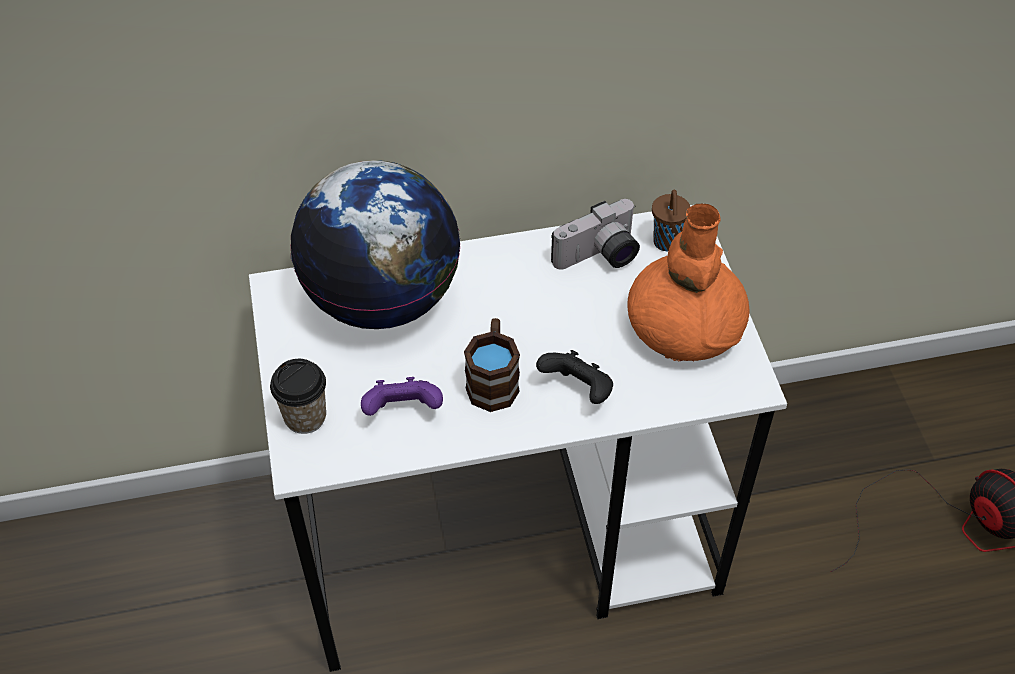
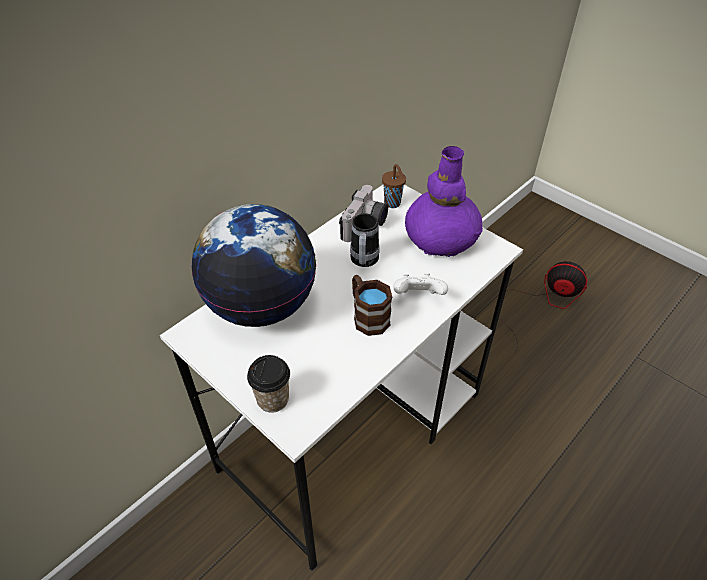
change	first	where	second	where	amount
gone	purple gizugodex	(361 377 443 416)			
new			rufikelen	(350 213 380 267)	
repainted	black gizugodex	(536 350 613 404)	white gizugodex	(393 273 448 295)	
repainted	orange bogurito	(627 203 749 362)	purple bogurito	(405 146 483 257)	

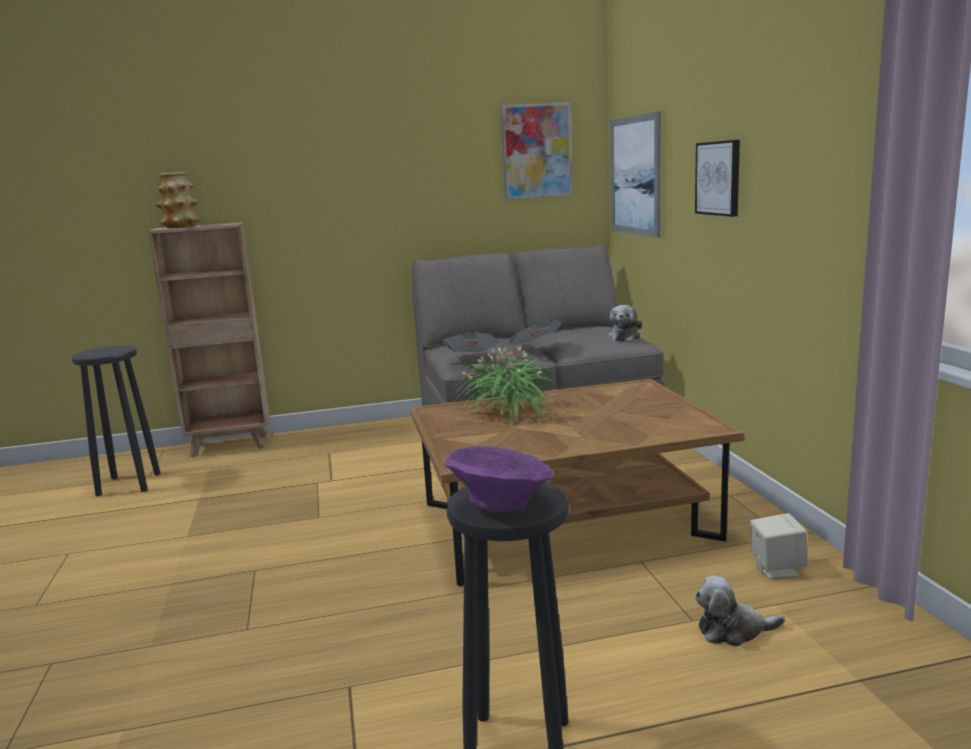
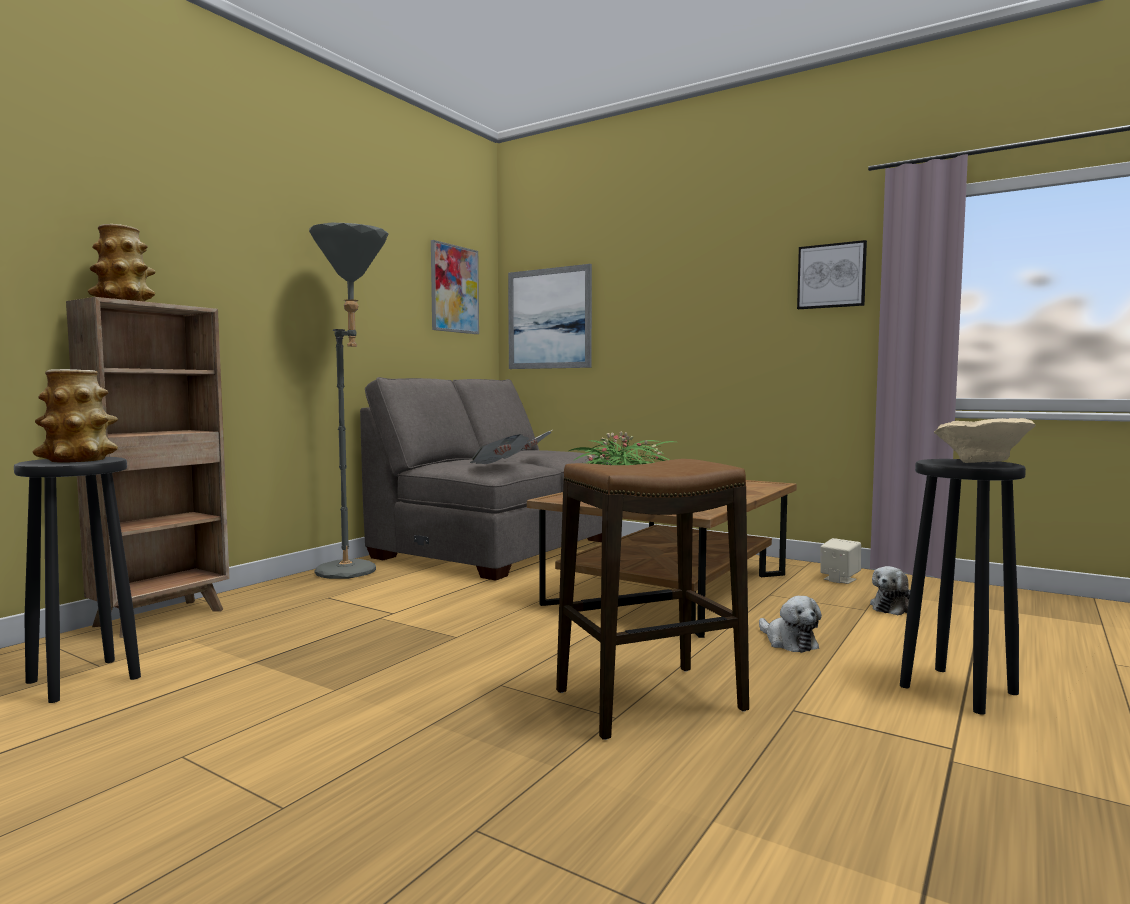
change	first	where	second	where	amount
new			bogurito	(33 369 118 463)	
new			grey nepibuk	(309 223 389 579)	
new			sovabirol	(556 459 749 740)	
shifted	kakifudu	(608 305 642 342)		(759 596 822 653)	
shifted	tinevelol	(695 140 740 217)		(797 240 867 309)	
repainted	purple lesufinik	(444 446 553 512)	beige lesufinik	(934 418 1036 463)	

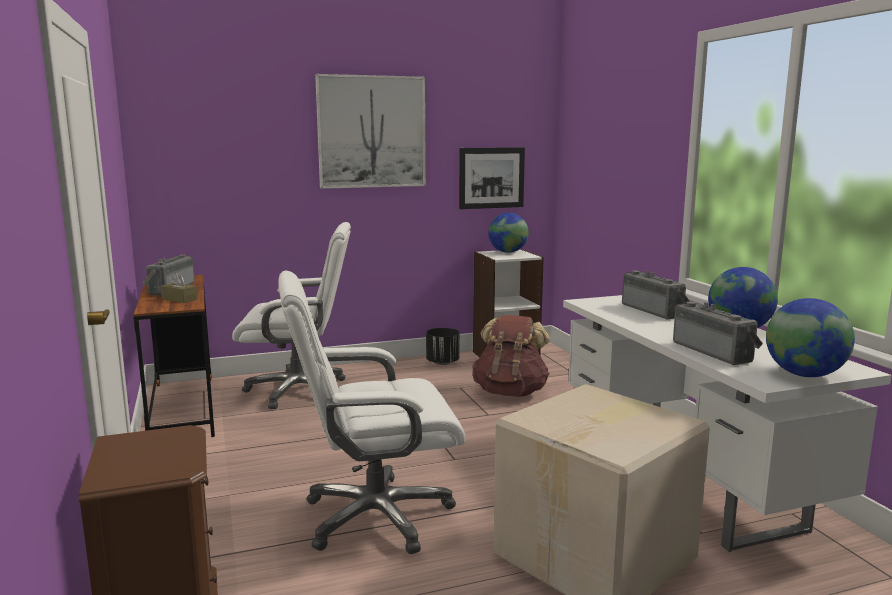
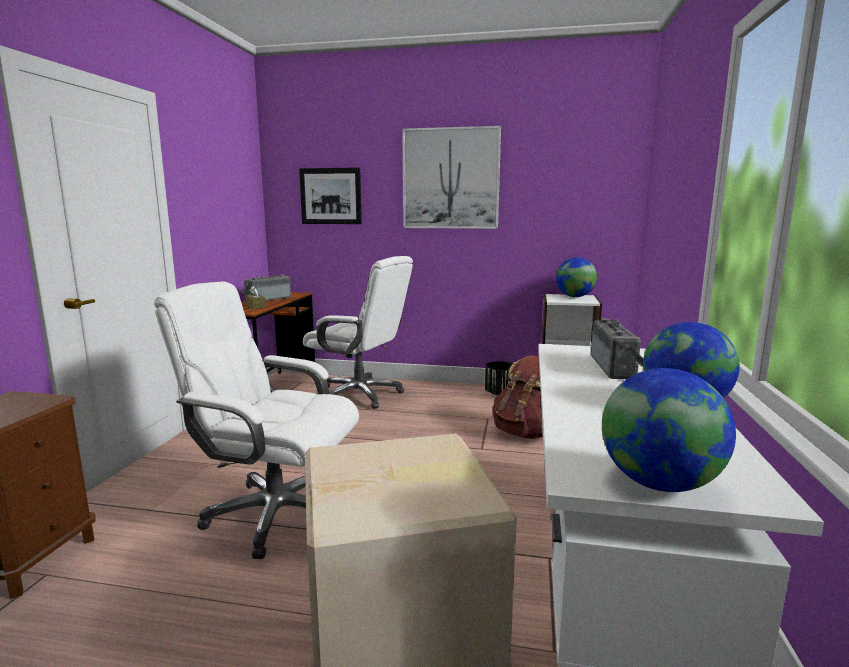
change	first	where	second	where	amount
gone	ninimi	(673 302 763 365)			
shifted	tinevelol	(459 147 525 209)		(299 167 362 224)	

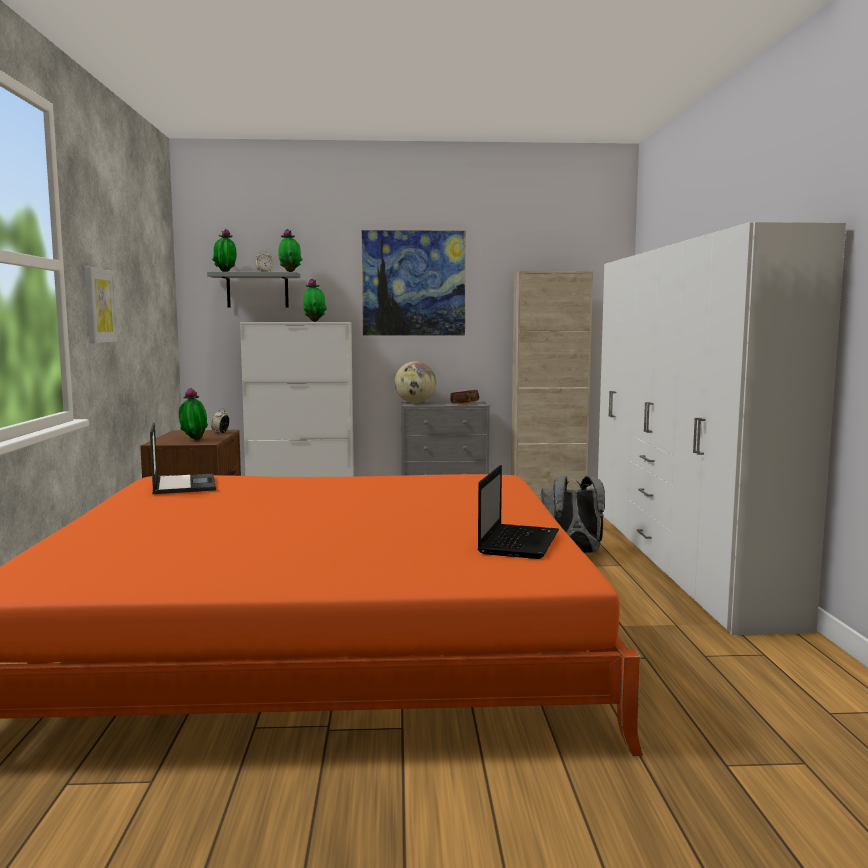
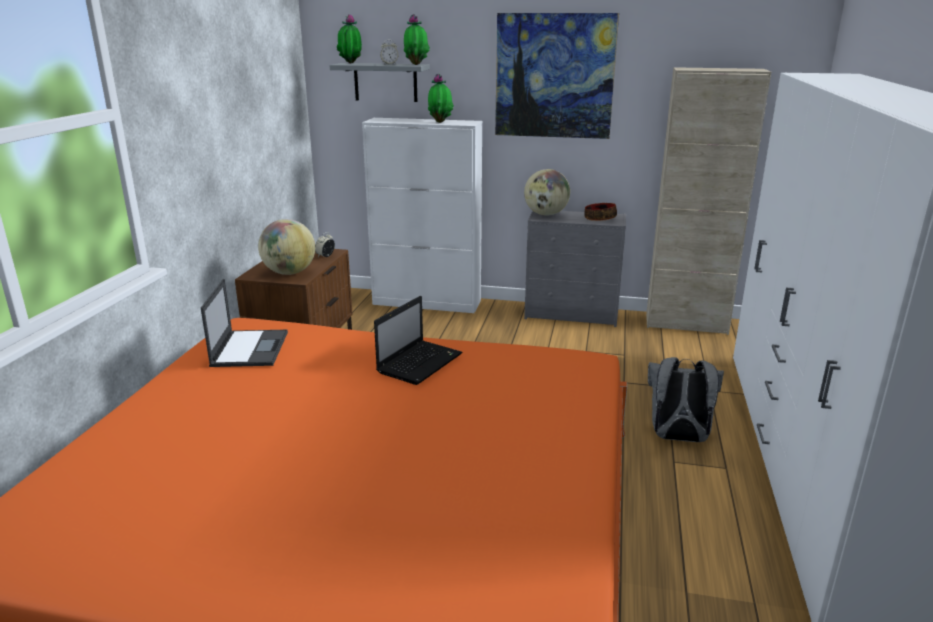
change	first	where	second	where	amount
gone	tinevelol	(85 267 118 343)			
shifted	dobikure	(478 465 559 559)		(374 296 462 385)	
swapped	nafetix	(179 388 208 440)	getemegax	(258 219 315 275)	

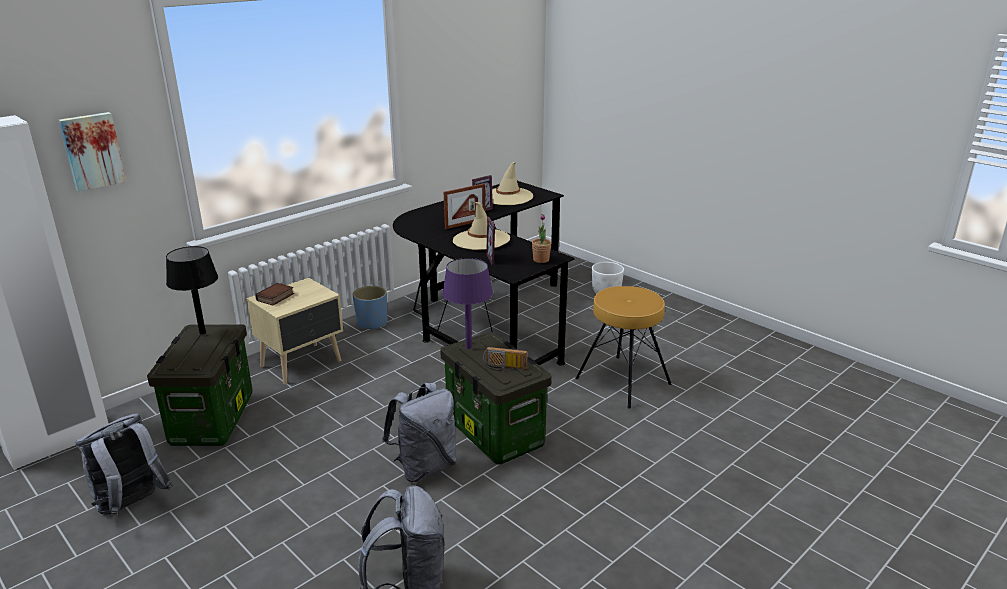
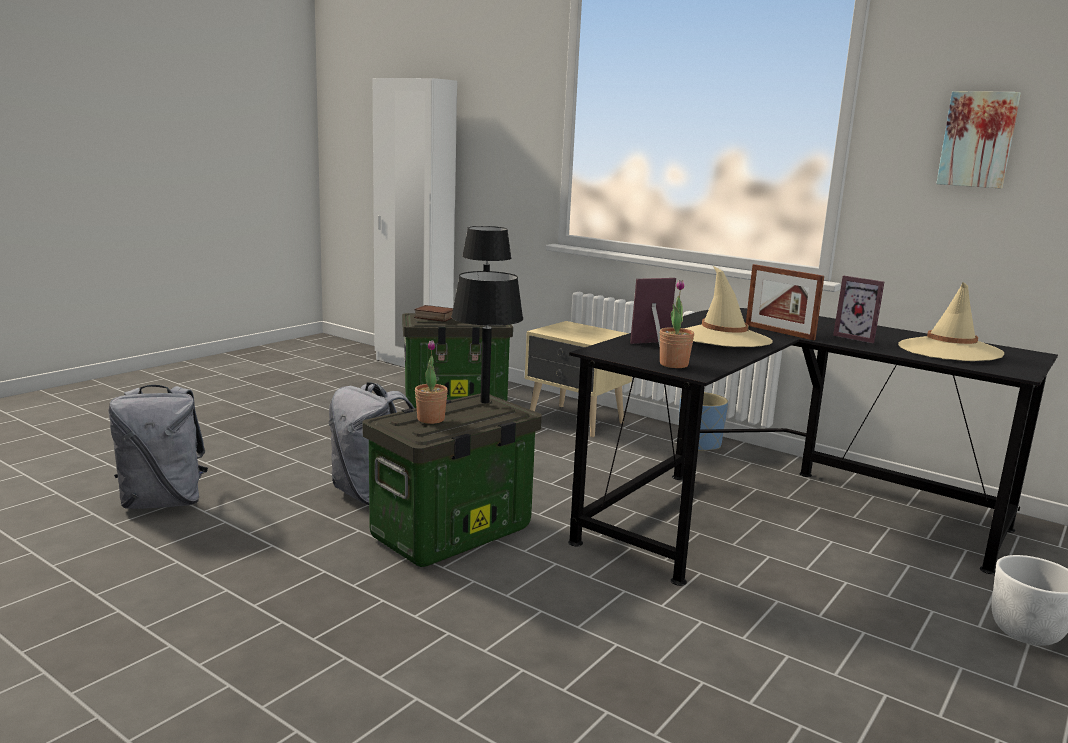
change	first	where	second	where	amount
gone	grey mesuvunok	(75 413 173 516)			
gone	brown sovabirol	(575 286 672 409)			
shifted	tinevelol	(59 112 127 192)		(936 91 1021 189)	
shifted	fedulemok	(256 283 294 305)		(414 305 453 322)	
swapped	ninimi	(483 347 528 371)	nafetix	(415 340 448 424)	
repainted	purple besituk	(442 258 493 349)	black besituk	(451 271 523 403)	

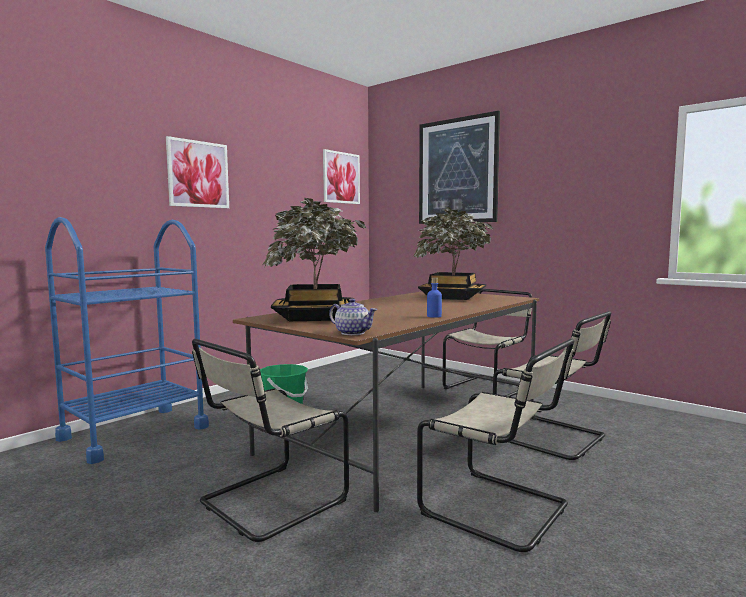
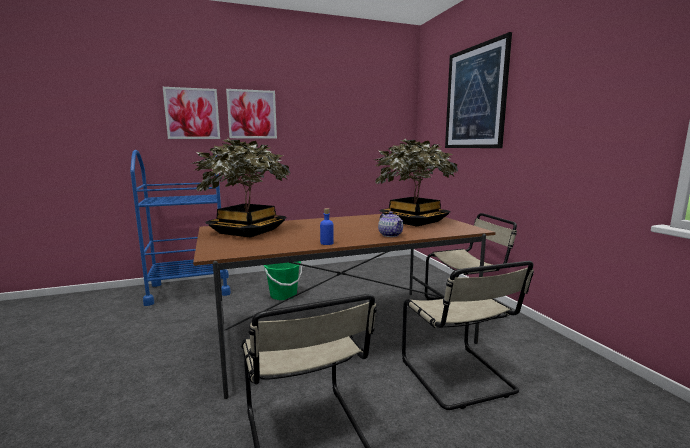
change	first	where	second	where	amount
gone	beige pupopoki	(192 339 349 542)			
shifted	tinevelol	(323 149 360 204)		(163 87 220 139)	
shifted	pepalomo	(329 298 377 335)		(378 211 403 237)	

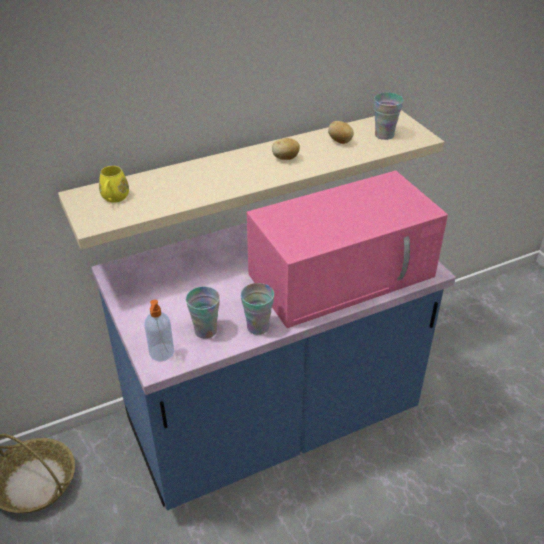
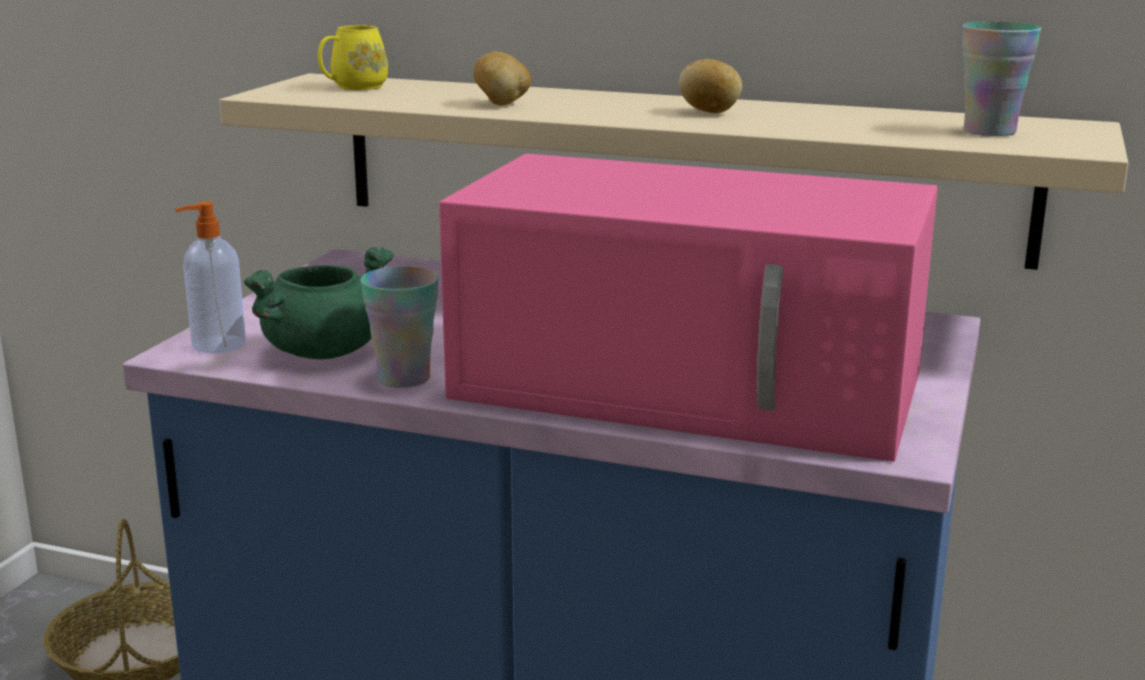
change	first	where	second	where	amount
shifted	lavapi	(328 121 354 144)		(473 51 531 105)	
swapped	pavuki	(186 287 220 339)	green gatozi	(244 247 394 359)	

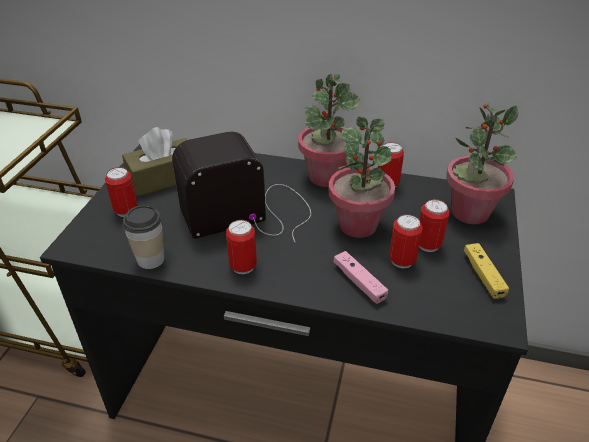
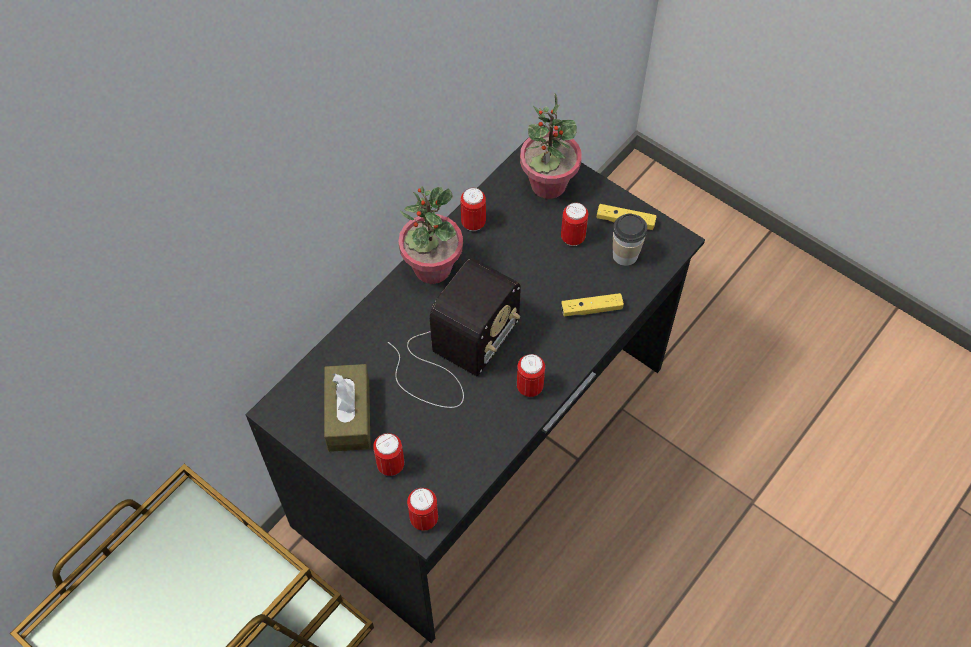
change	first	where	second	where	amount
gone	nafetix	(328 117 395 238)			
shifted	pavuki	(122 206 164 269)		(612 213 647 266)	
shifted	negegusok	(389 214 422 269)		(407 488 438 531)	
repainted	pink gizugodex	(334 251 388 304)	yellow gizugodex	(561 293 624 317)	
rotated	ninimi	(172 132 311 243)		(387 258 521 408)	150 degrees counterclockwise

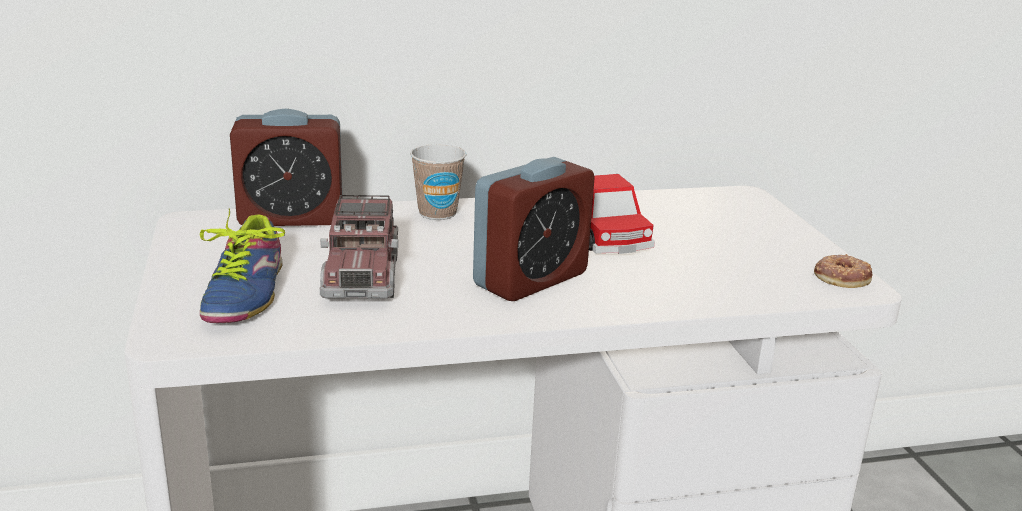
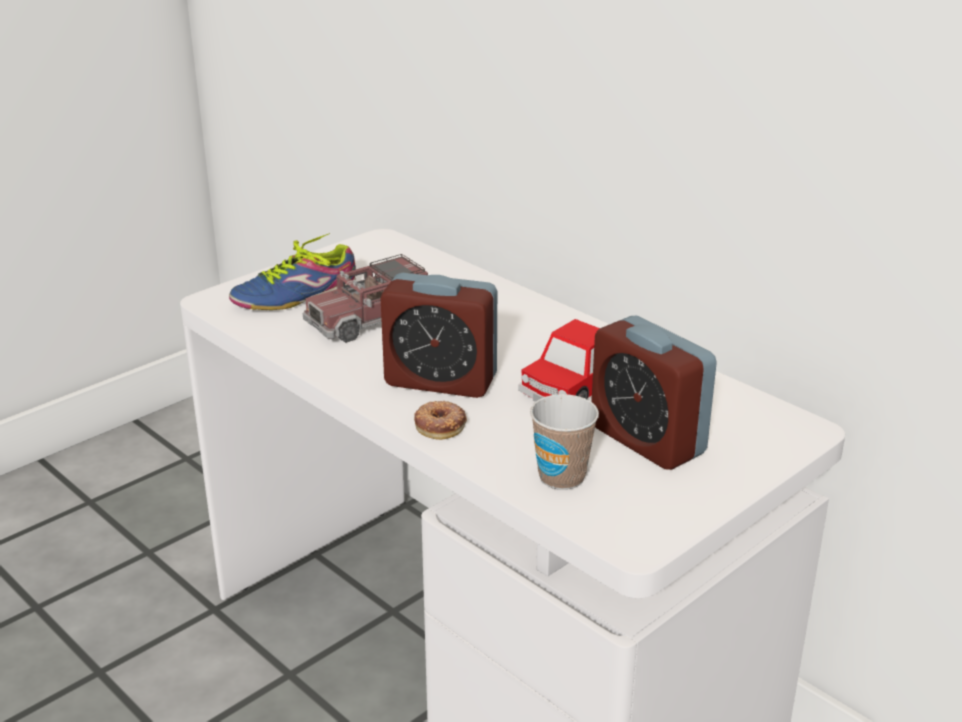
change	first	where	second	where	amount
shifted	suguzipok	(230 109 343 226)		(591 316 717 470)	
shifted	pavuki	(410 144 466 220)		(530 394 599 490)	
shifted	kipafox	(814 254 872 288)		(414 401 467 440)	

